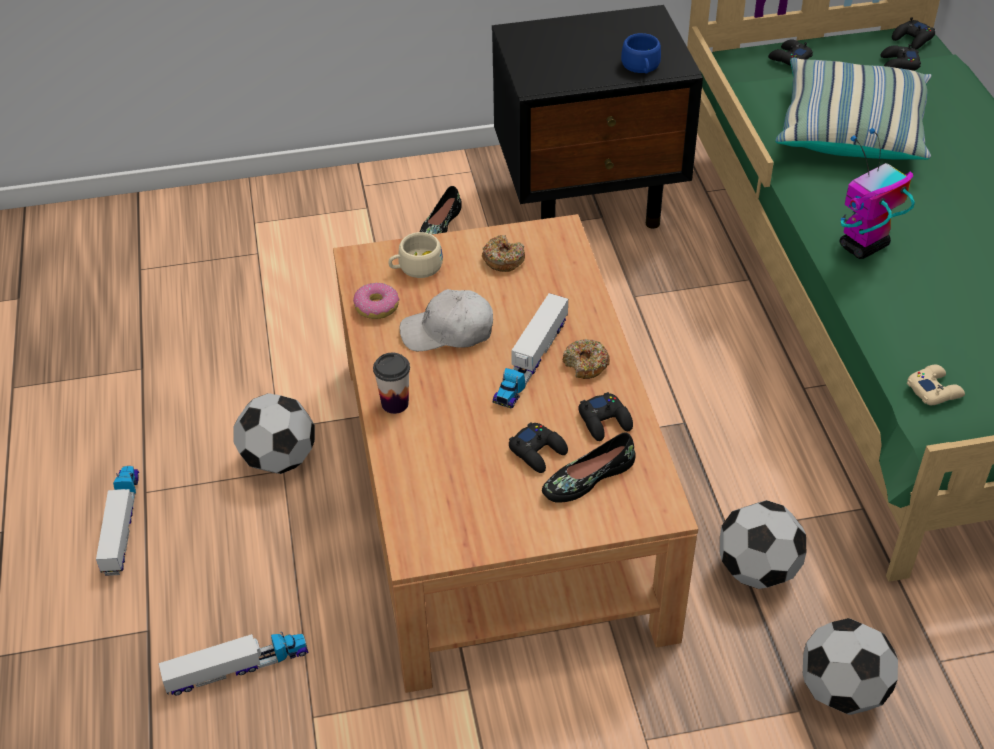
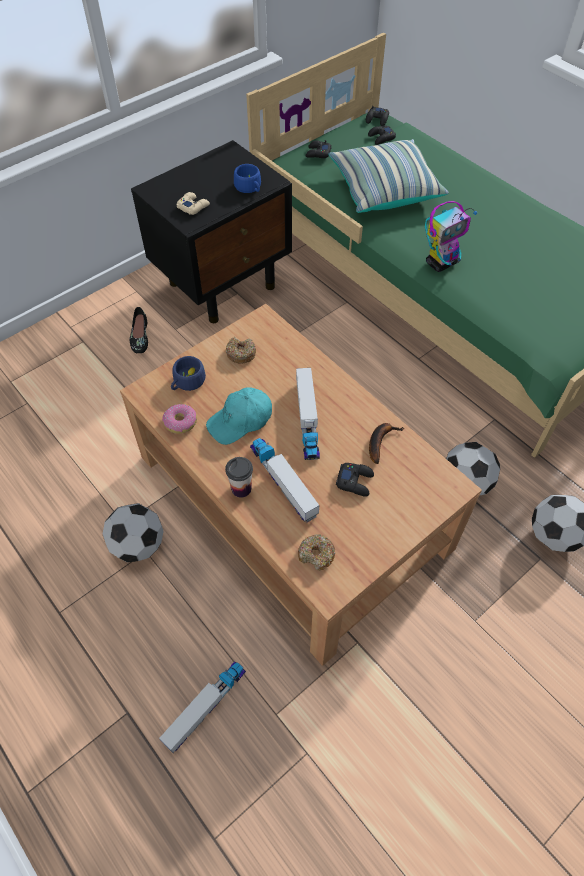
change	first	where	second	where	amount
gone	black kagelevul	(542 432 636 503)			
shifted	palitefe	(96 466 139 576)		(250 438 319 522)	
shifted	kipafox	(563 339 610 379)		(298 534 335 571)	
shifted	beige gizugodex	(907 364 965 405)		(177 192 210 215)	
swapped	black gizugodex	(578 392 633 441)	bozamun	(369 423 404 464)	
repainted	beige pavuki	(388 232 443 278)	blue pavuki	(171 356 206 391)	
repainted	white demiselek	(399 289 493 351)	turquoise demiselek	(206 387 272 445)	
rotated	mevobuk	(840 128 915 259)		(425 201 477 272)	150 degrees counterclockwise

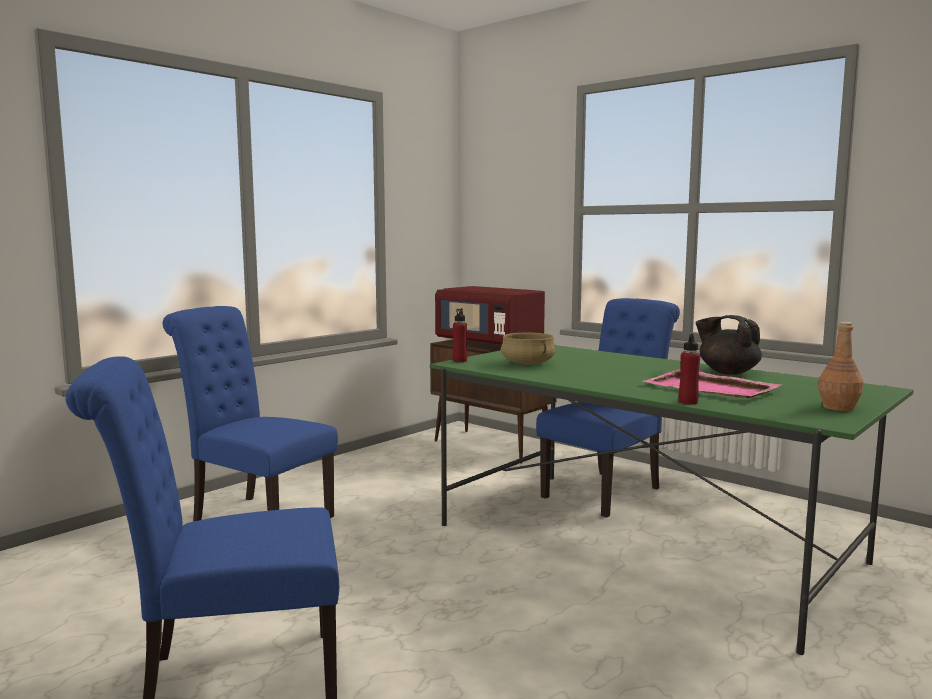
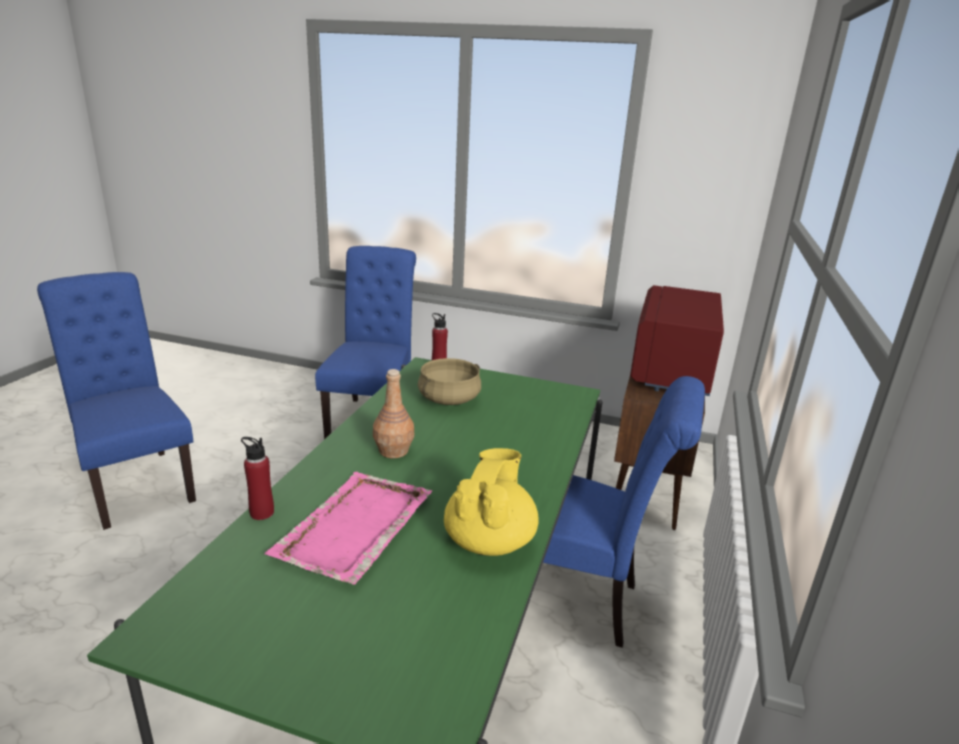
change	first	where	second	where	amount
shifted	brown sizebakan	(818 322 864 411)		(373 369 414 458)	
repainted	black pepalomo	(695 315 762 375)	yellow pepalomo	(444 448 539 556)	

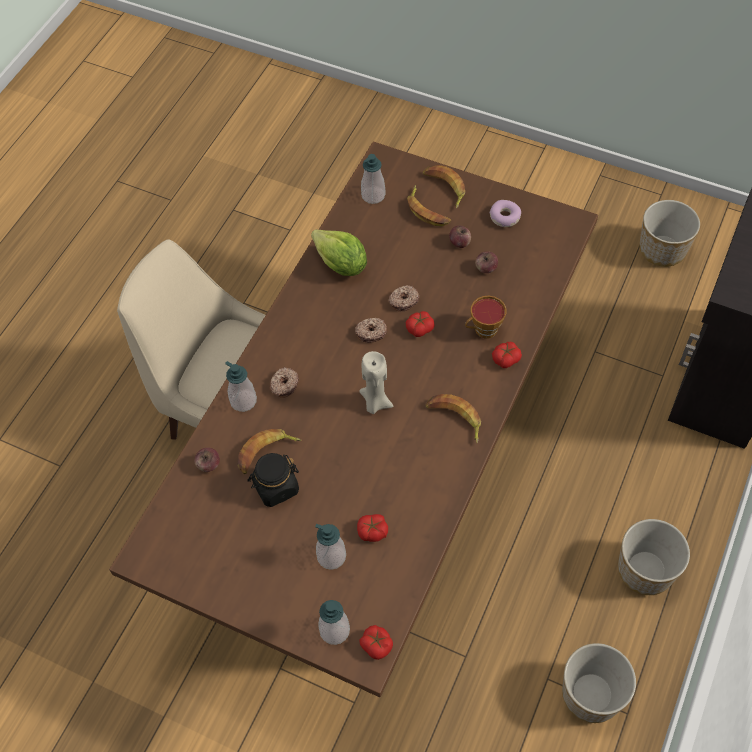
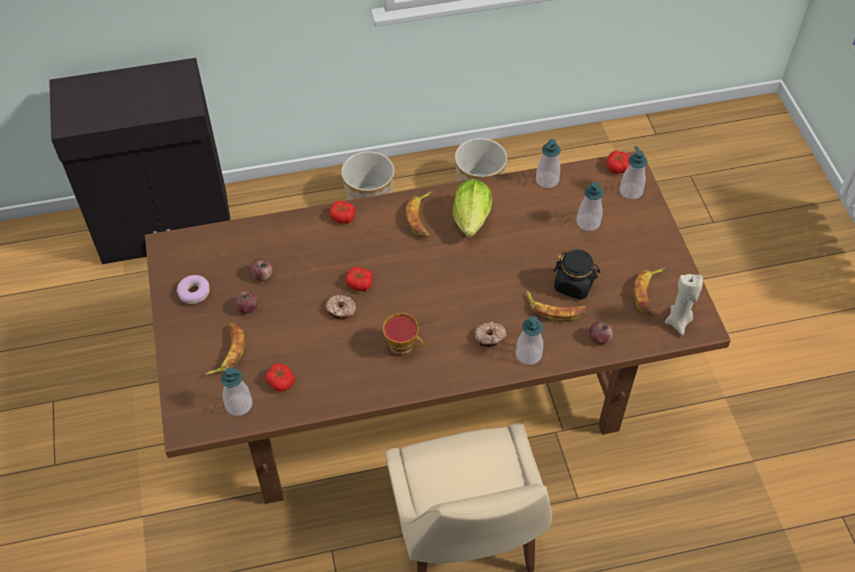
change	first	where	second	where	amount
gone	kipafox	(355 318 387 343)			
gone	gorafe	(639 200 700 267)			
new			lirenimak	(536 139 560 188)	
shifted	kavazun	(311 230 367 276)		(453 179 492 237)	
shifted	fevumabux	(357 514 388 542)		(265 363 294 392)	
shifted	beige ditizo	(359 351 393 414)		(665 274 703 336)	
shifted	bozamun	(423 165 465 209)		(633 268 665 316)	
shifted	pavuki	(465 296 506 339)		(382 313 423 356)	

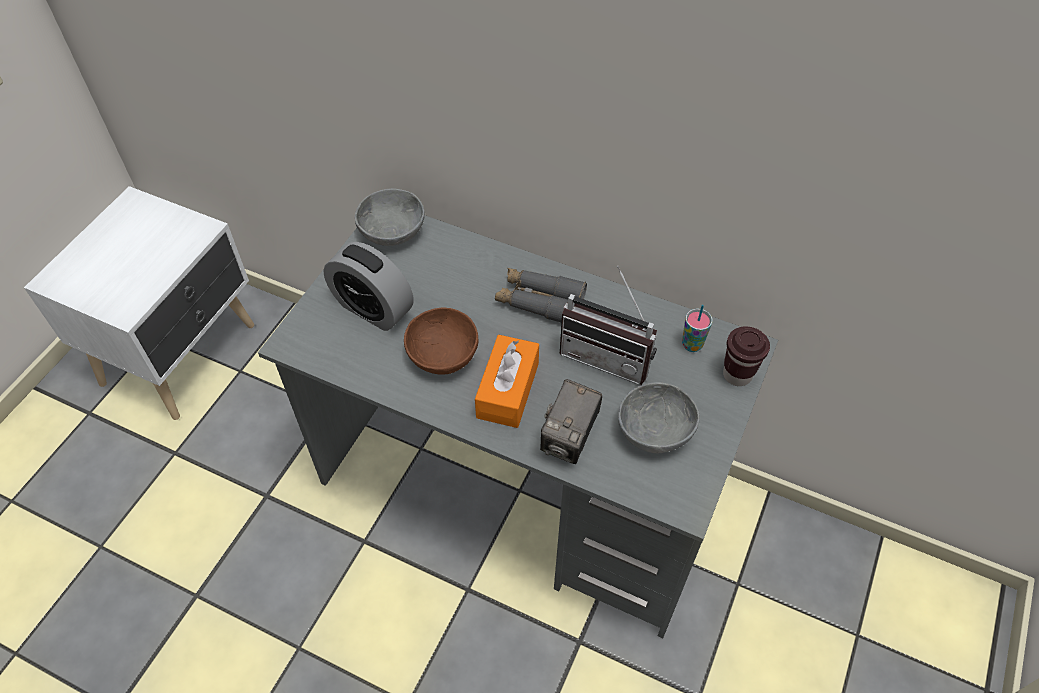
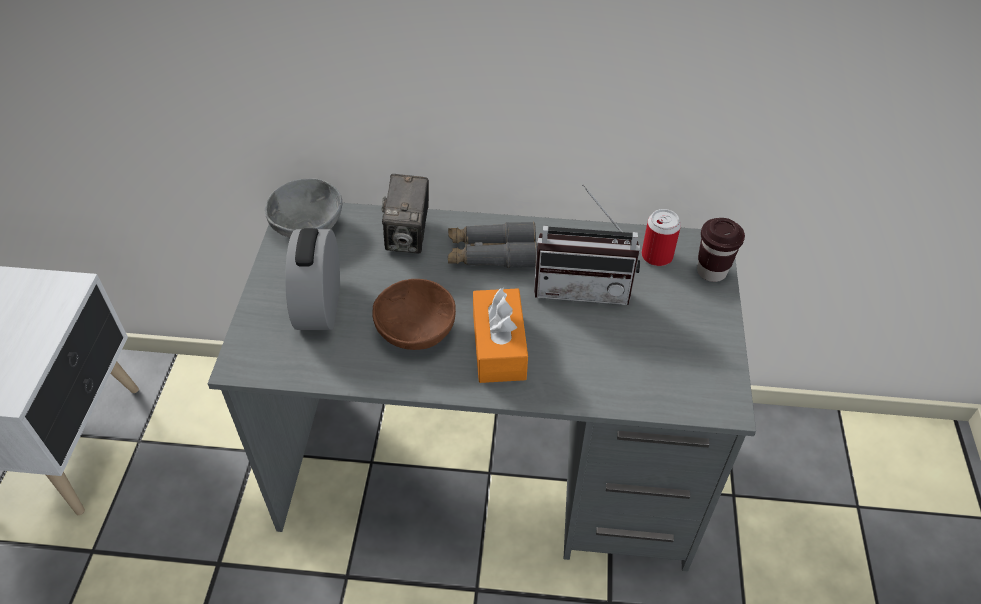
change	first	where	second	where	amount
gone	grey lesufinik	(618 382 700 453)			
shifted	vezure	(540 379 602 464)		(381 174 429 253)	
swapped	pavuki	(682 305 713 352)	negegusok	(641 209 681 266)	
rotated	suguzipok	(323 242 413 331)		(285 228 340 330)	75 degrees clockwise

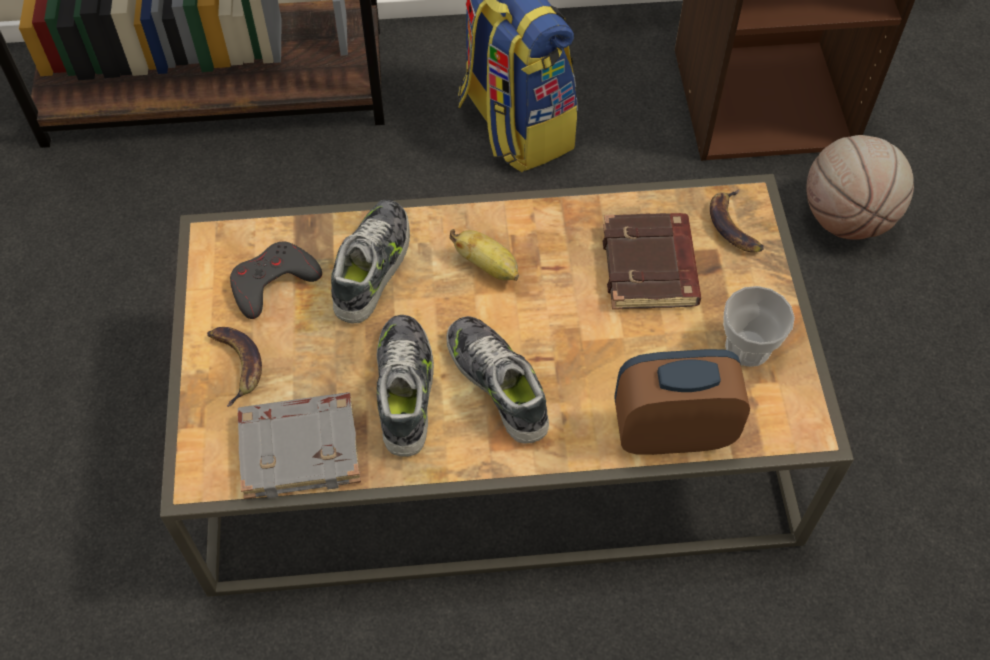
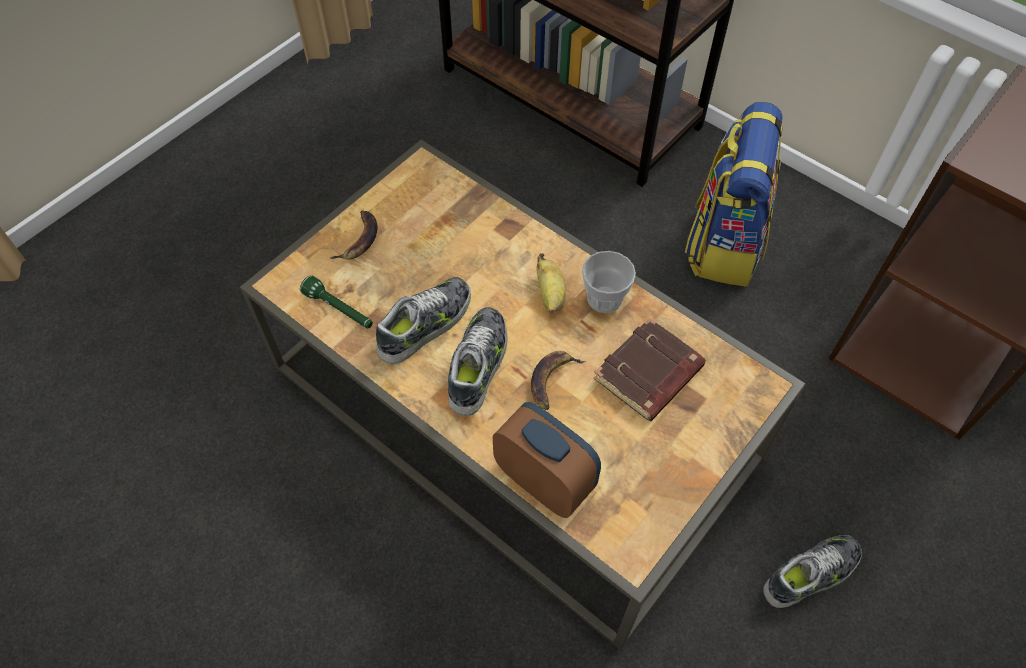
change	first	where	second	where	amount
gone	grey gizugodex	(230 242 322 319)			
gone	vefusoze	(806 135 914 240)			
shifted	kagelevul	(331 200 410 323)		(763 535 862 608)	
shifted	bozamun	(710 189 764 252)		(531 351 585 410)	
shifted	pavuki	(723 286 795 367)		(582 251 636 313)	
swapped	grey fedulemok	(238 392 361 499)	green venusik	(300 275 373 328)	

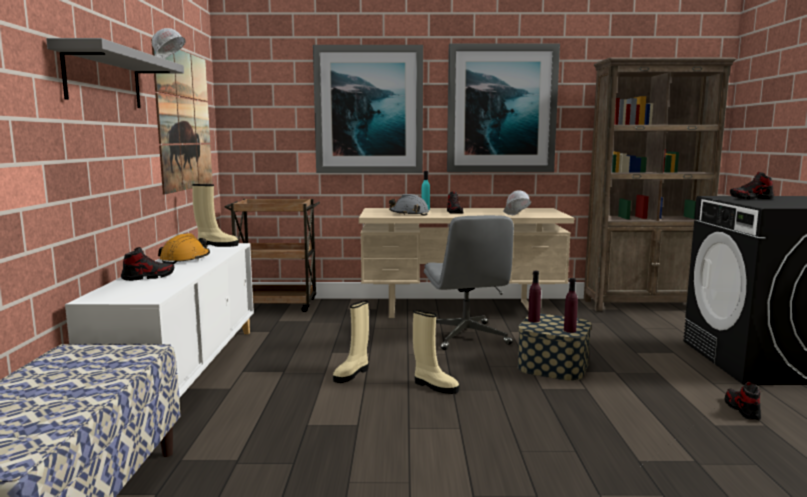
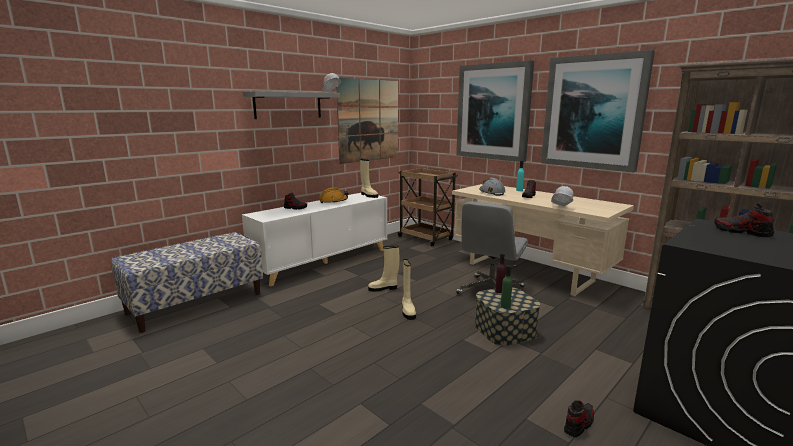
change	first	where	second	where	amount
repainted	purple sizebakan	(564 278 578 333)	green sizebakan	(501 265 512 309)	

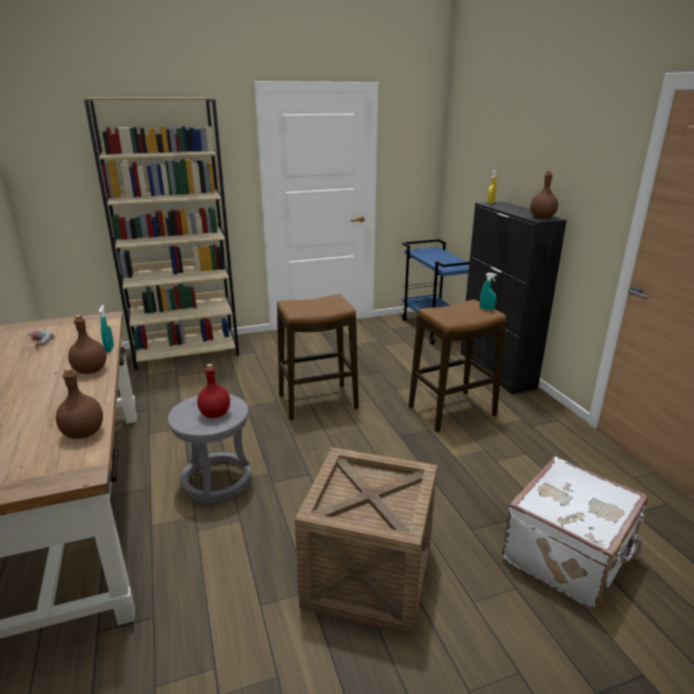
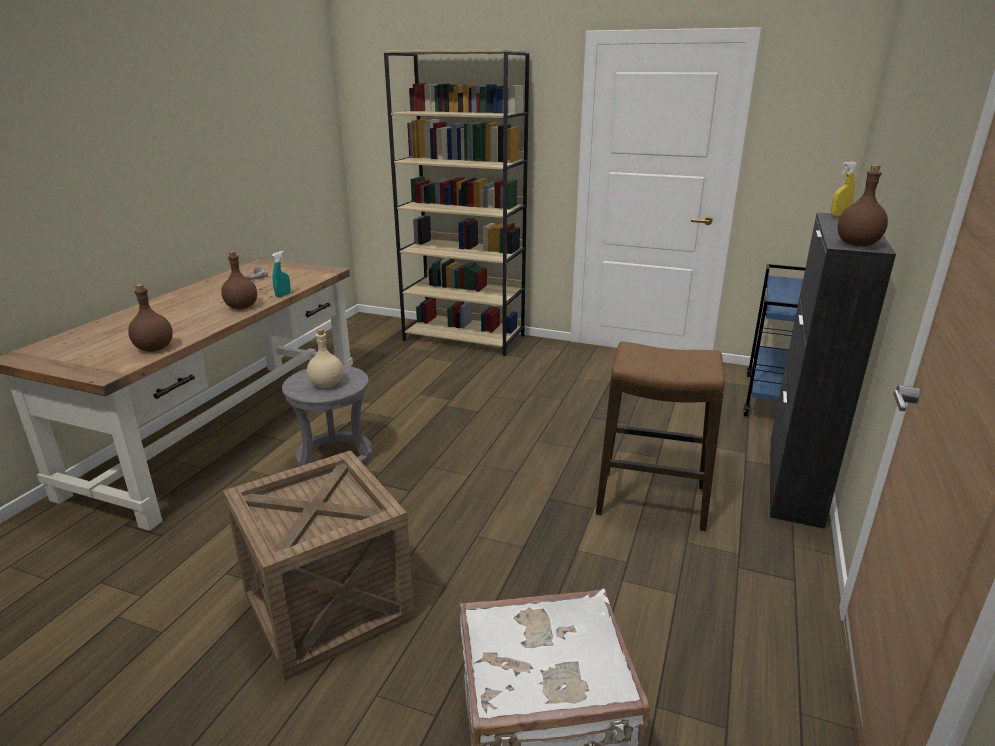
change	first	where	second	where	amount
gone	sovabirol	(277 294 359 420)			
gone	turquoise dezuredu	(480 272 497 310)			
repainted	red sizebakan	(197 364 230 418)	beige sizebakan	(307 329 343 388)	

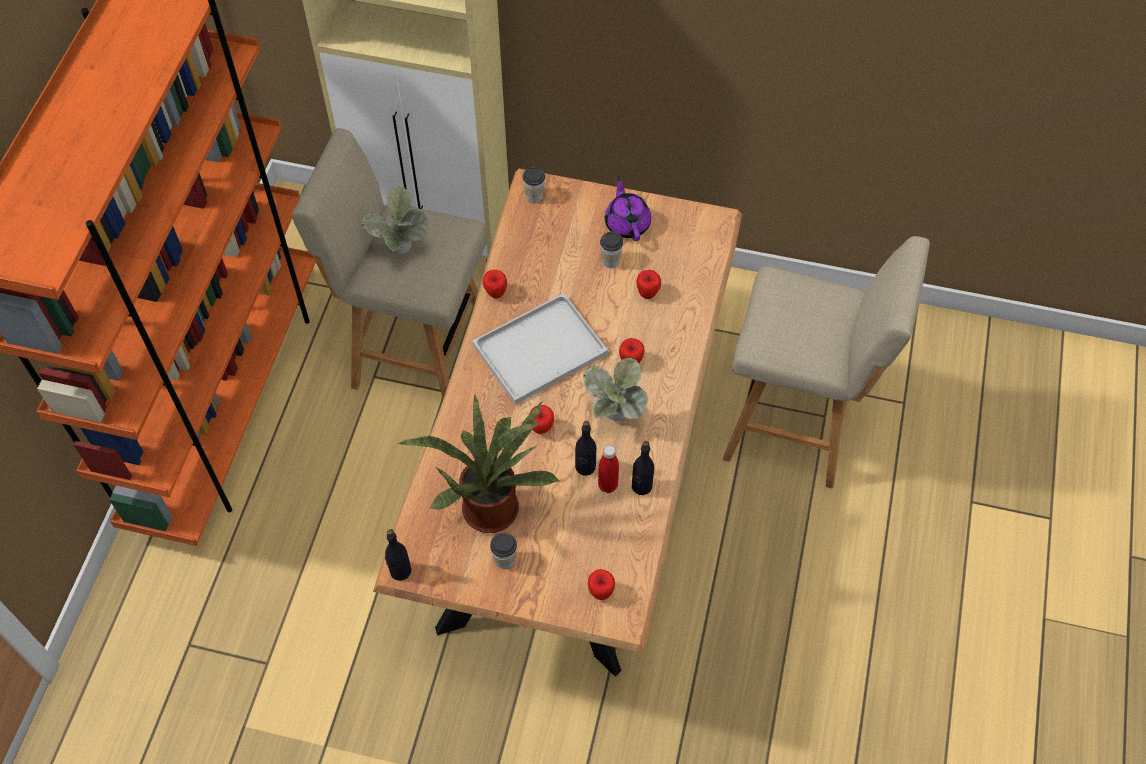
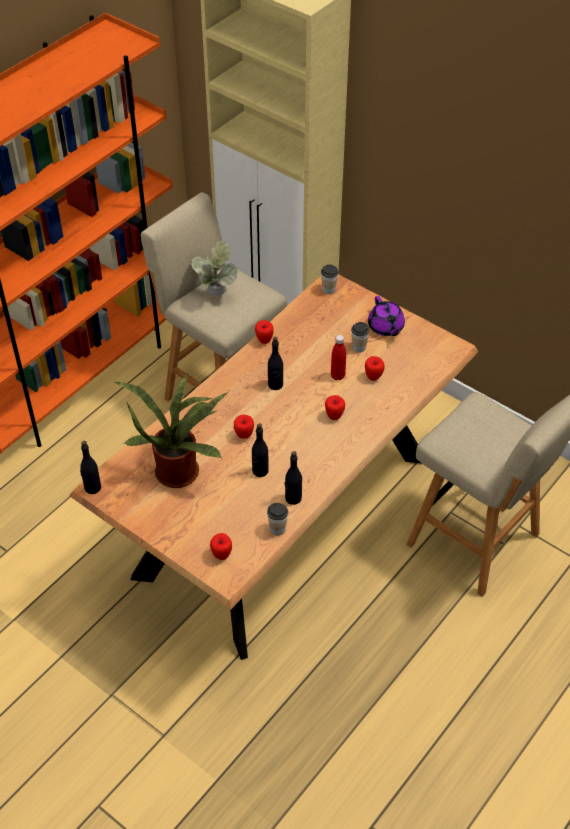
change	first	where	second	where	amount
gone	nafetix	(583 358 648 421)			
shifted	pavuki	(490 533 517 569)		(267 503 288 535)	
shifted	red sizebakan	(598 445 619 493)		(331 335 346 380)	
swapped	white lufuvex	(472 293 608 405)	black sizebakan	(268 337 283 390)	
rotated	purple pepalomo	(605 176 651 241)		(368 296 405 336)	150 degrees clockwise

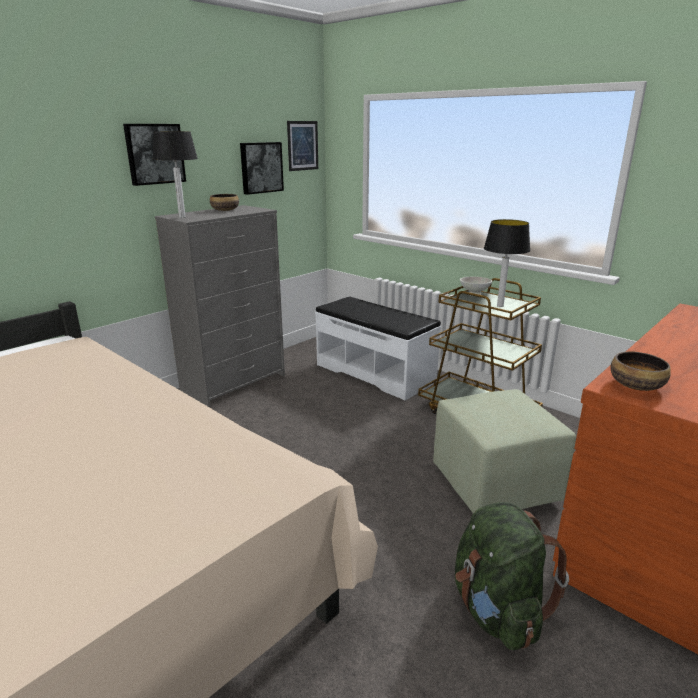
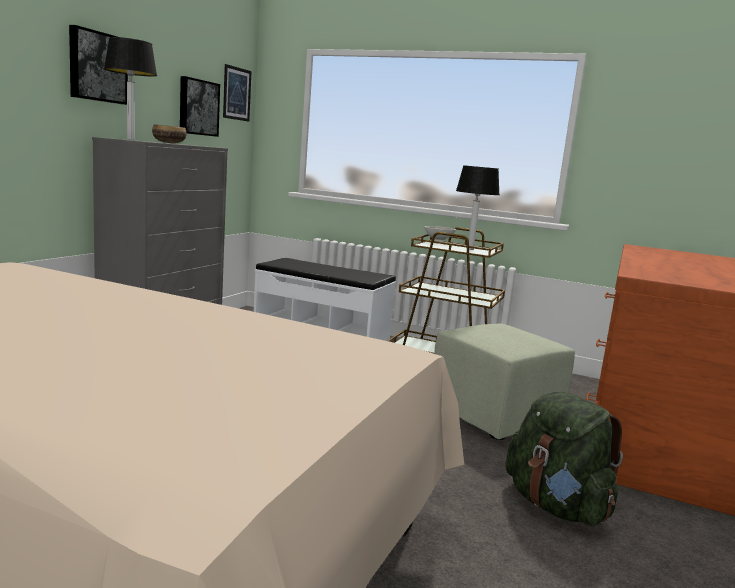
change	first	where	second	where	amount
gone	lesufinik	(610 351 671 391)			

